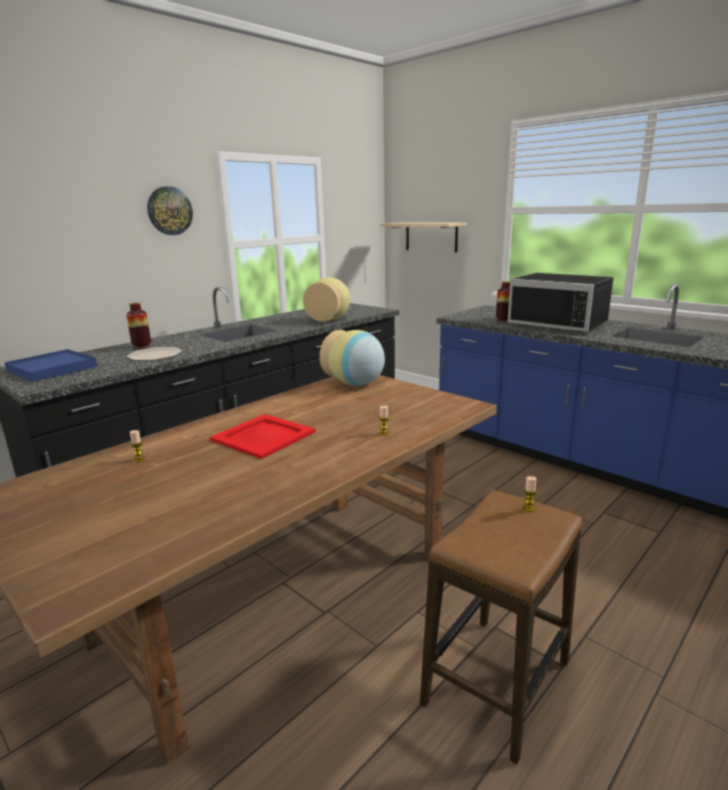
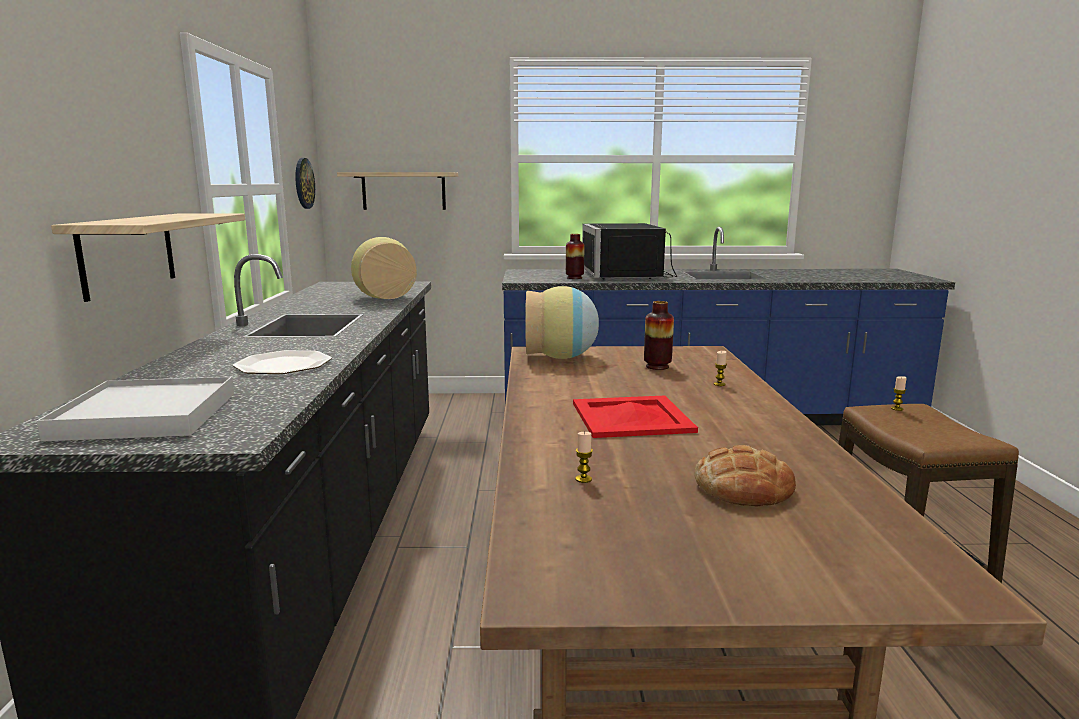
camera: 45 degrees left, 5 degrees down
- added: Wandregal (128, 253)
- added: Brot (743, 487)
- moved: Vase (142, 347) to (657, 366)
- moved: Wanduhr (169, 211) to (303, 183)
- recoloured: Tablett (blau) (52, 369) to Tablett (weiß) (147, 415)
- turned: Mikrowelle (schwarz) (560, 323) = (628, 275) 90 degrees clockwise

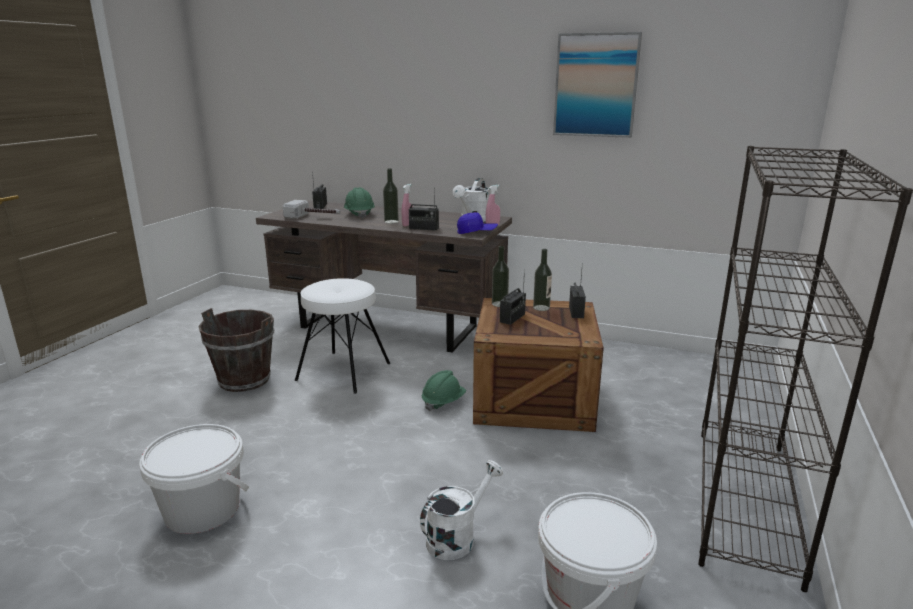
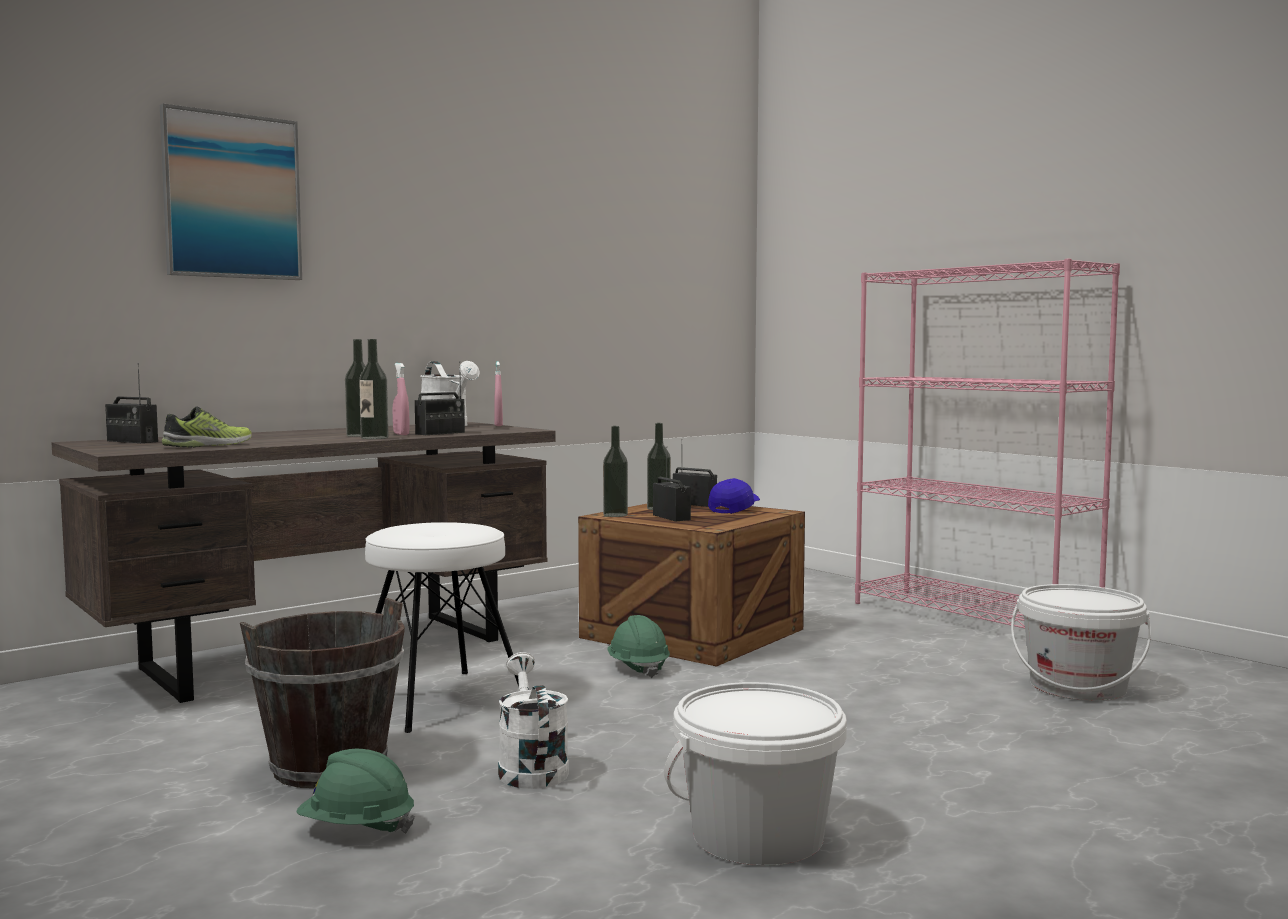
camera: 60 degrees left, 15 degrees down
- added: Flasche (374, 438)
- moved: Schutzhelm (grün) (359, 214) to (357, 828)
- moved: Gießkanne (weiß) (457, 537) to (530, 768)
- moved: Kappe (blau) (476, 232) to (734, 509)
- moved: Bild (596, 85) to (232, 196)
- replaced: Hammer (314, 217) to Schuh (209, 445)
- recoloured: Bücherregal (schwarz) (746, 501) to Bücherregal (rosa) (974, 617)

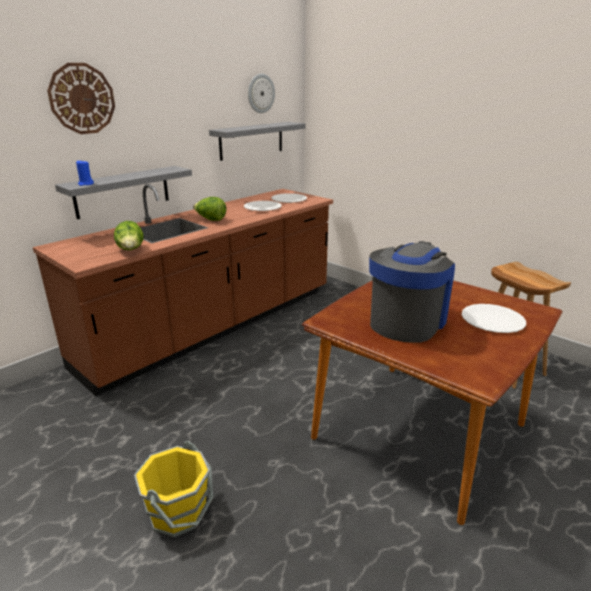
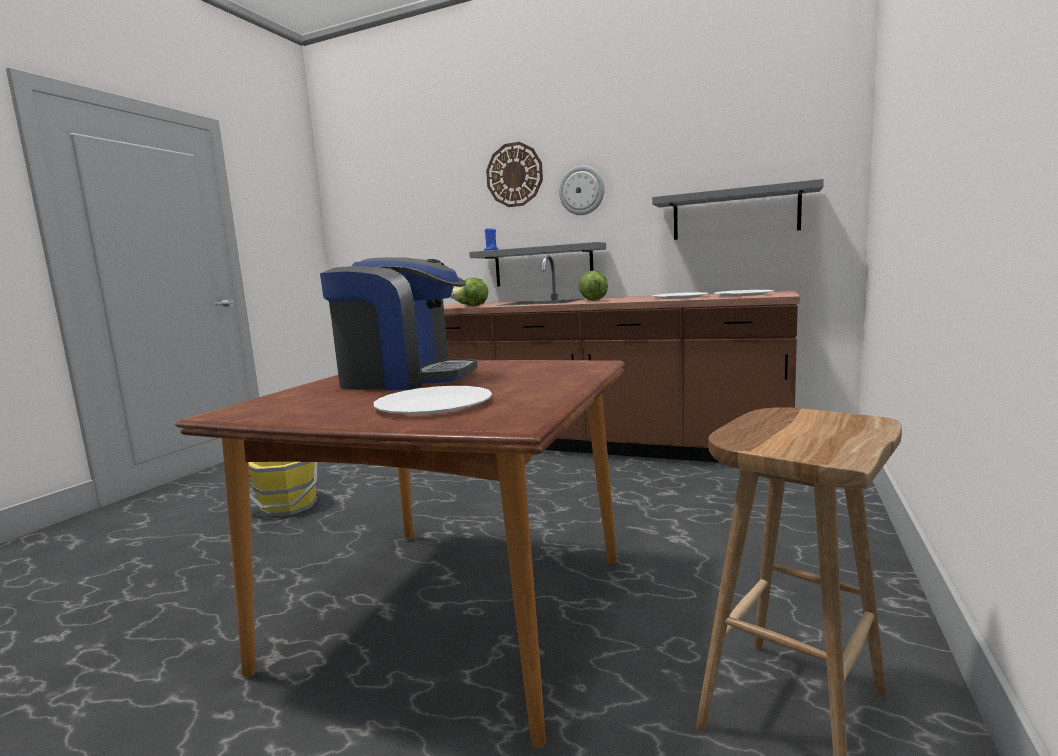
camera: 70 degrees right, 15 degrees down
- moved: Wanduhr (260, 93) to (582, 190)

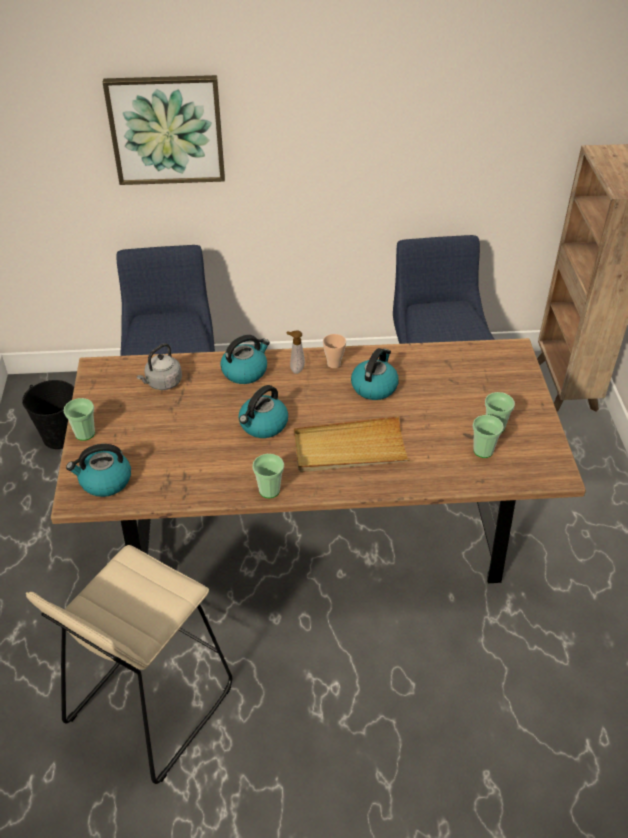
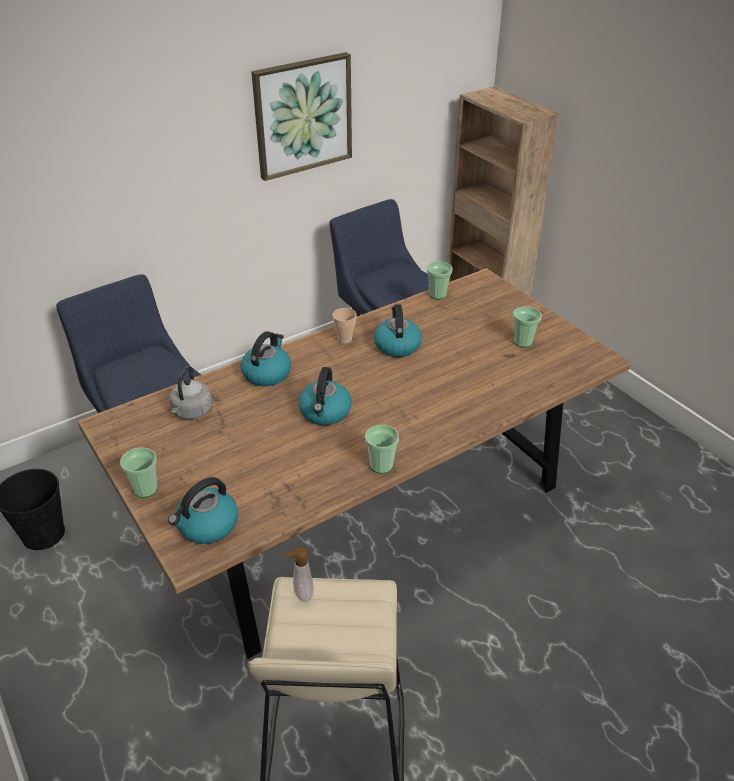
camera: 30 degrees left, 5 degrees down
- removed: Tablett (beige) (349, 449)
- moved: Bild (166, 130) to (302, 116)
- moved: Seifenspender (295, 369) to (301, 594)
- moved: Tasse (483, 450) to (437, 294)

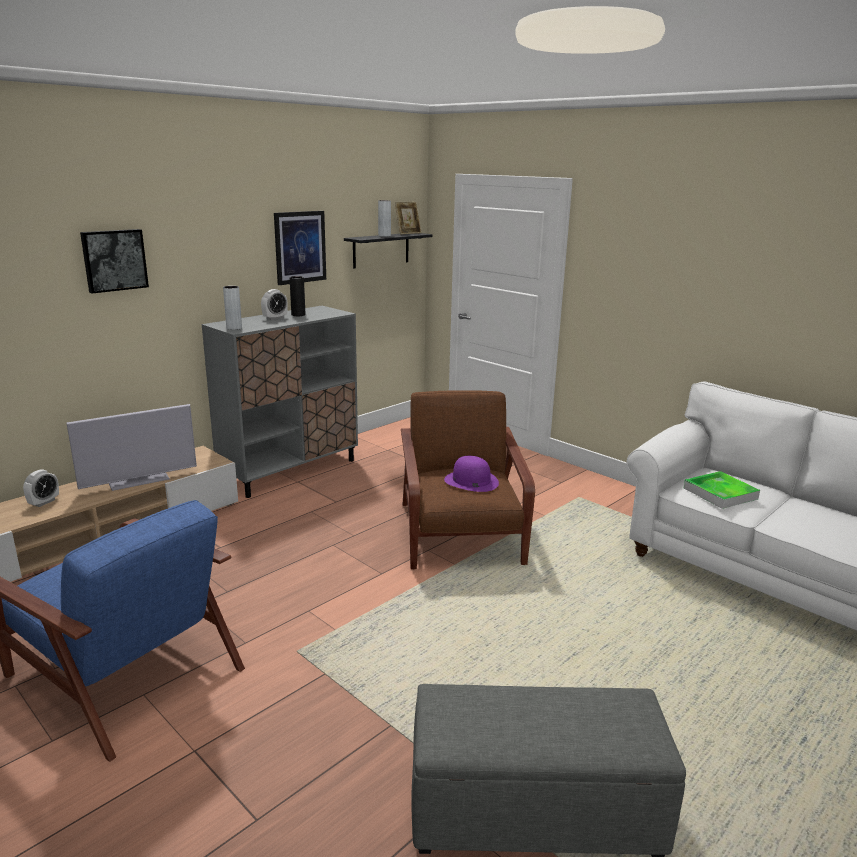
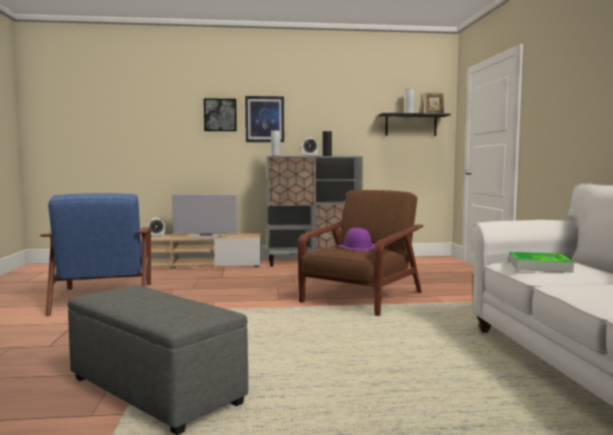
camera: 40 degrees right, 15 degrees down
- moved: Bild (300, 247) to (264, 119)

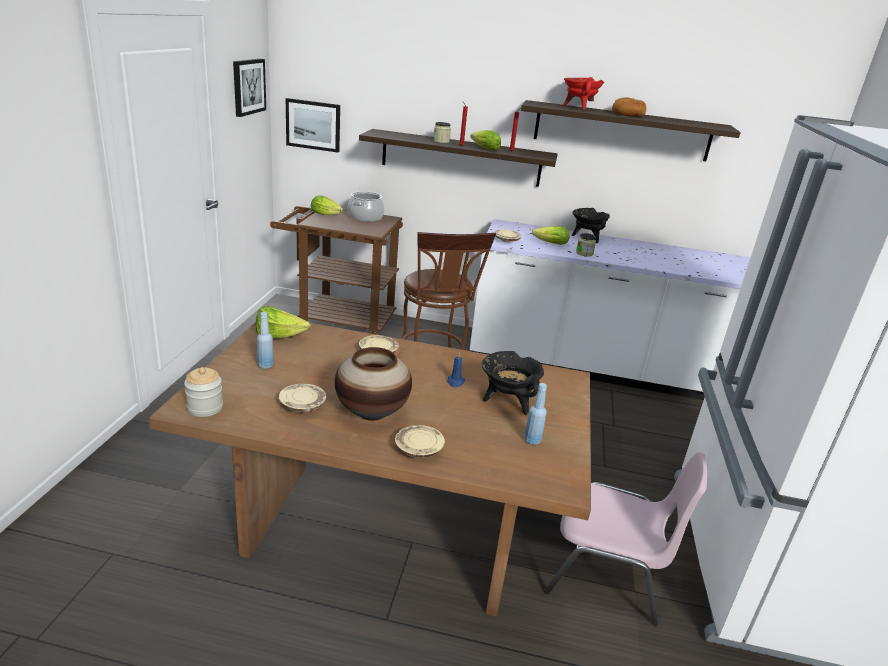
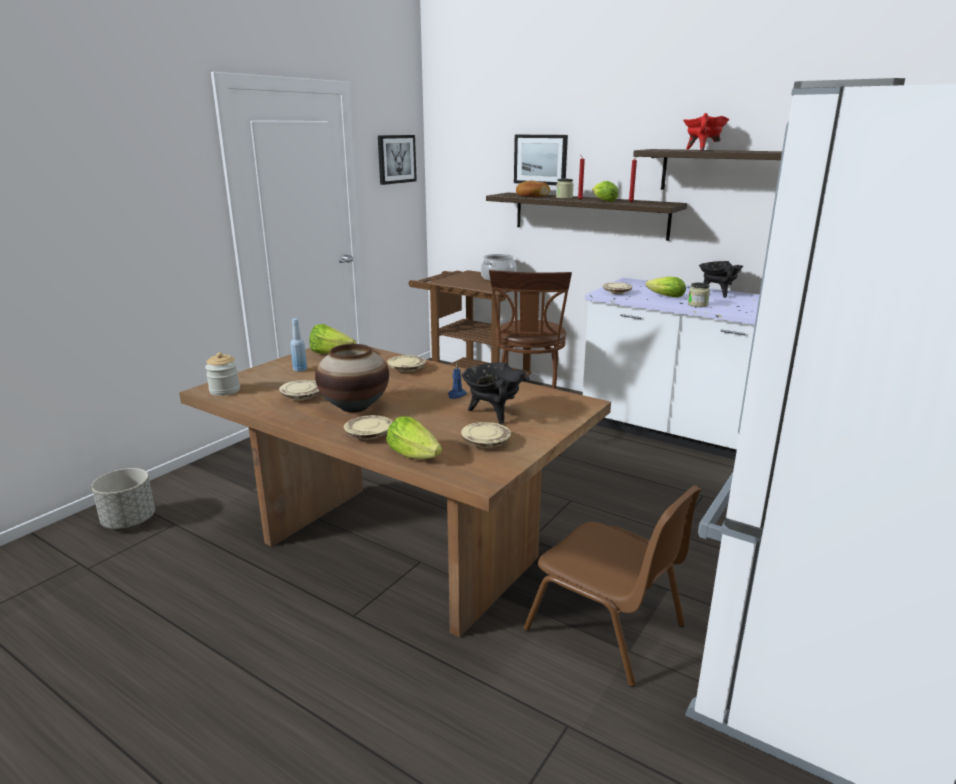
camera: 25 degrees right, 5 degrees down
- added: Pflanzkübel (grau) (129, 521)
- moved: Bild (313, 125) to (540, 159)
- moved: Salatkopf (327, 214) to (415, 455)
- moved: Brot (627, 114) to (532, 195)
- replaced: Flasche (blau) (532, 440) to Teller (beige) (486, 442)
- recoloured: Stuhl (rosa) (607, 574) to Stuhl (braun) (607, 628)

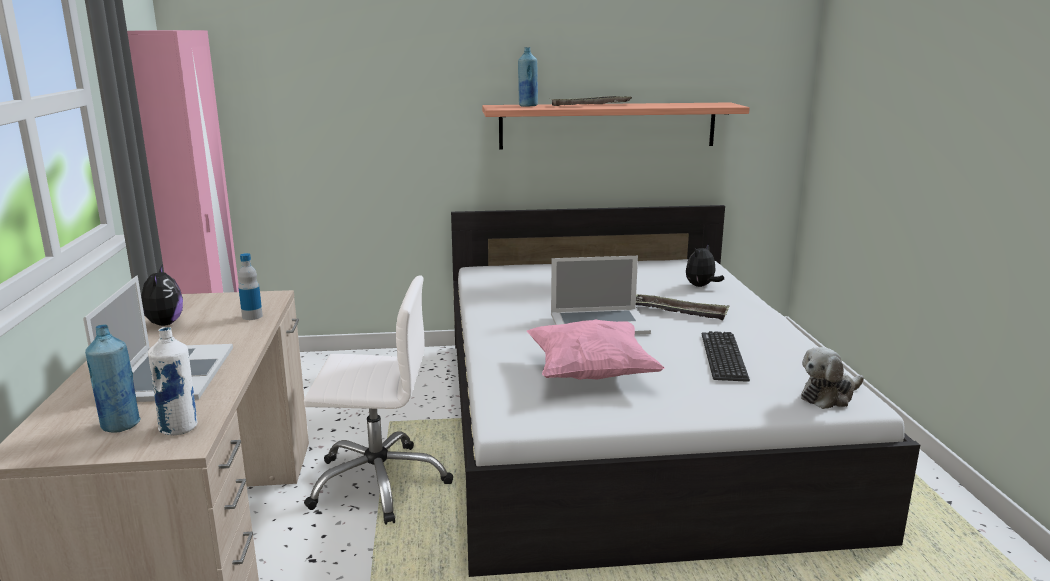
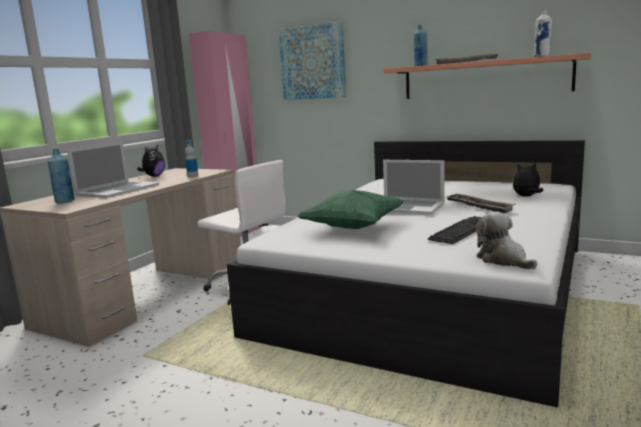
camera: 35 degrees right, 5 degrees down
- added: Bild (313, 62)
- moved: Flasche (weiß) (179, 428) to (542, 56)
- recoloured: Kissen (rosa) (590, 373) to Kissen (grün) (353, 227)
- turned: Plüschtier (829, 396) = (503, 260) 60 degrees clockwise

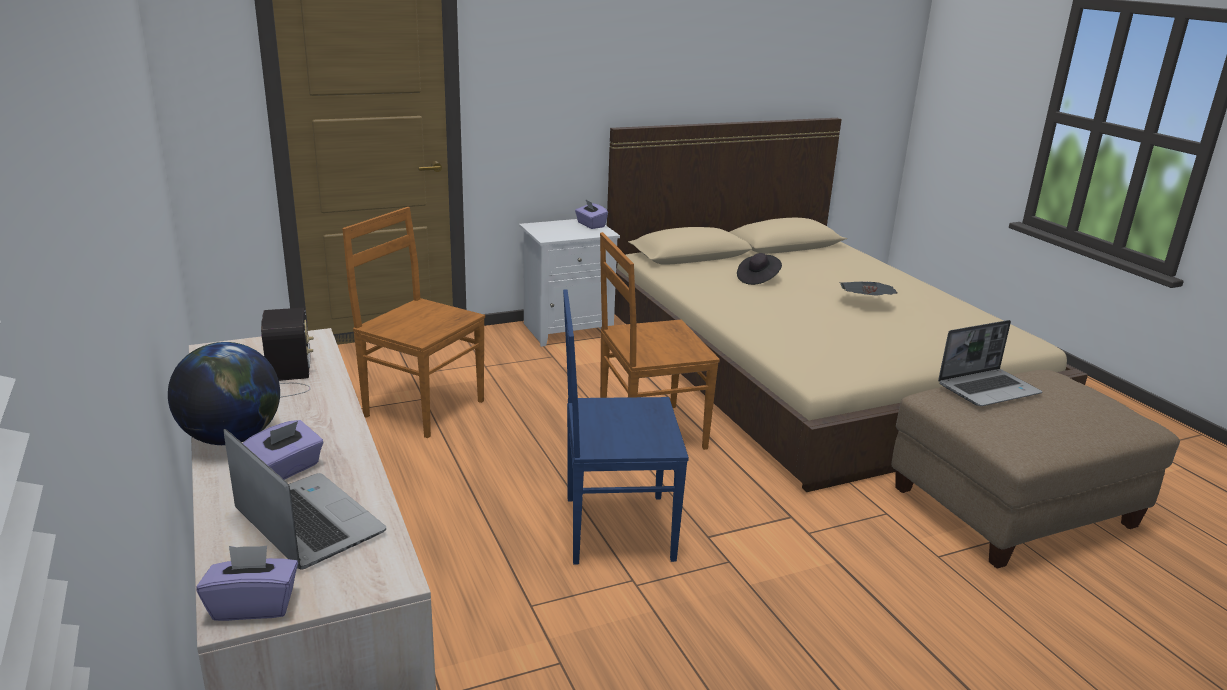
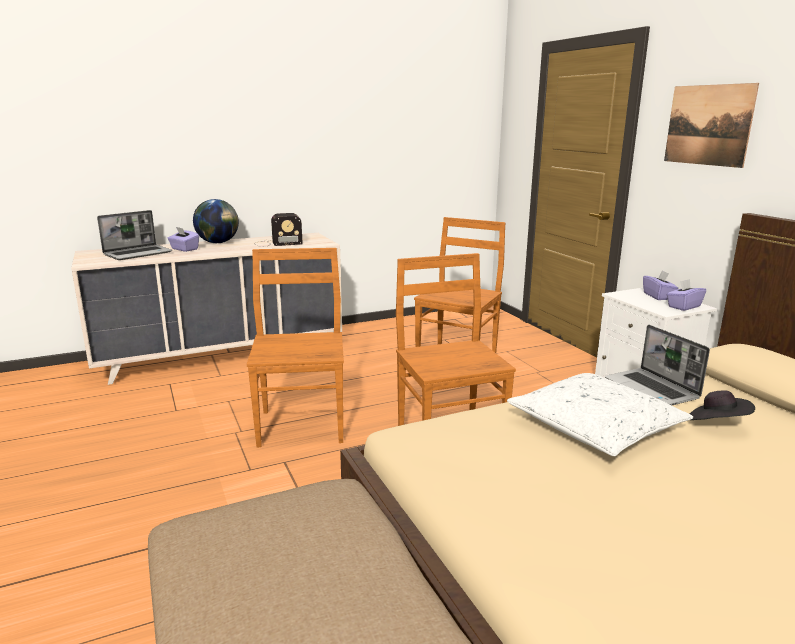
camera: 90 degrees right, 5 degrees down
- removed: Zeitung (865, 303)
- added: Kissen (weiß) (595, 427)
- added: Bild (708, 125)
- moved: Taschentuchbox (lila) (254, 605) to (658, 296)
- moved: Laptop (988, 389) to (652, 389)
- recoloured: Stuhl (blau) (614, 528) to Stuhl (braun) (302, 425)

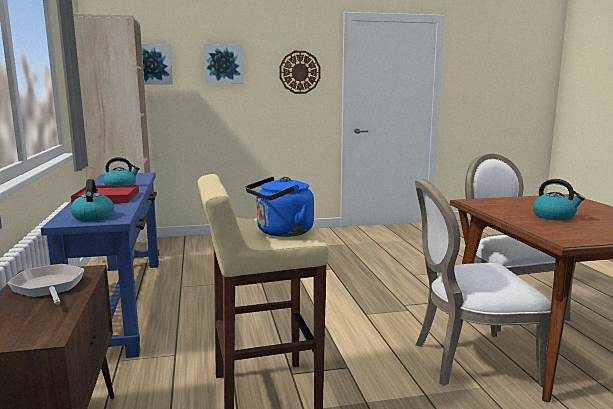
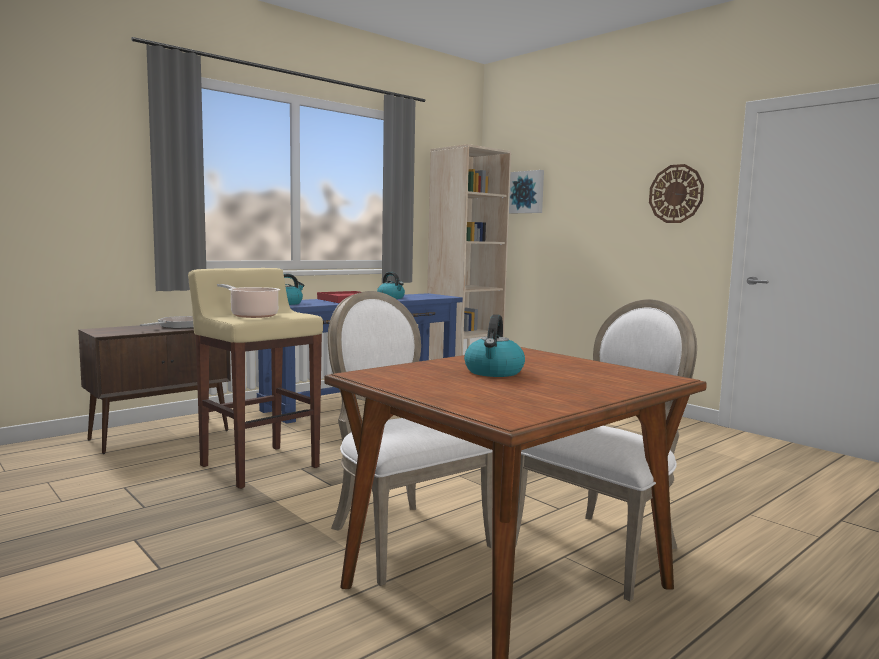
camera: 60 degrees right, 5 degrees down
- removed: Bild (223, 64)
- replaced: Wasserkessel (blau) (282, 232) to Kochtopf (252, 315)

